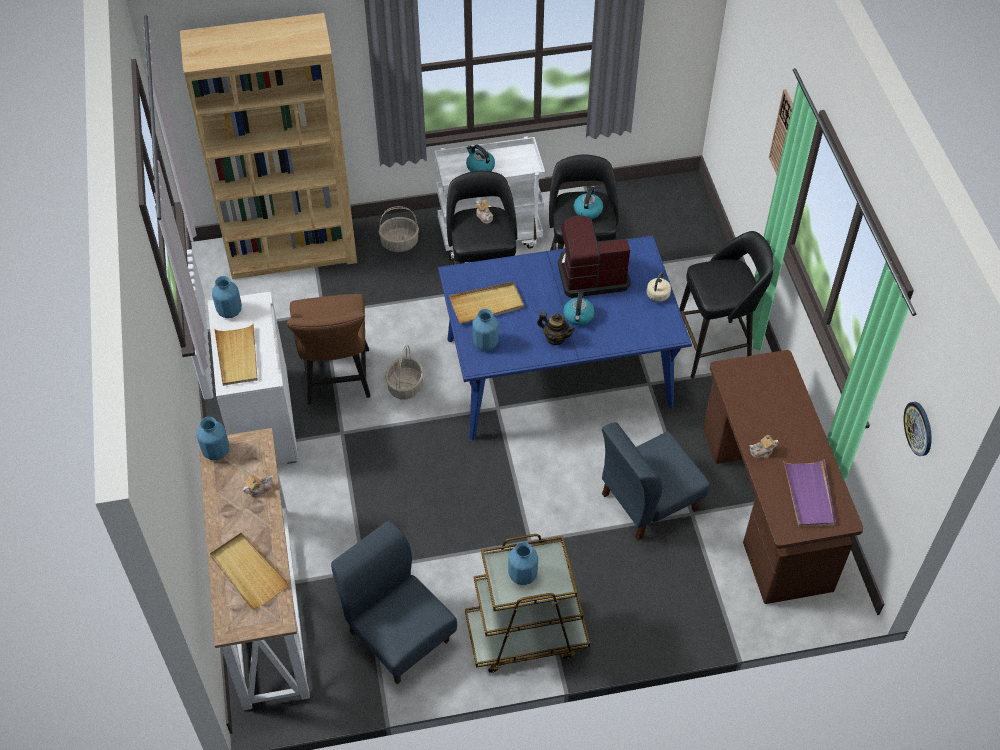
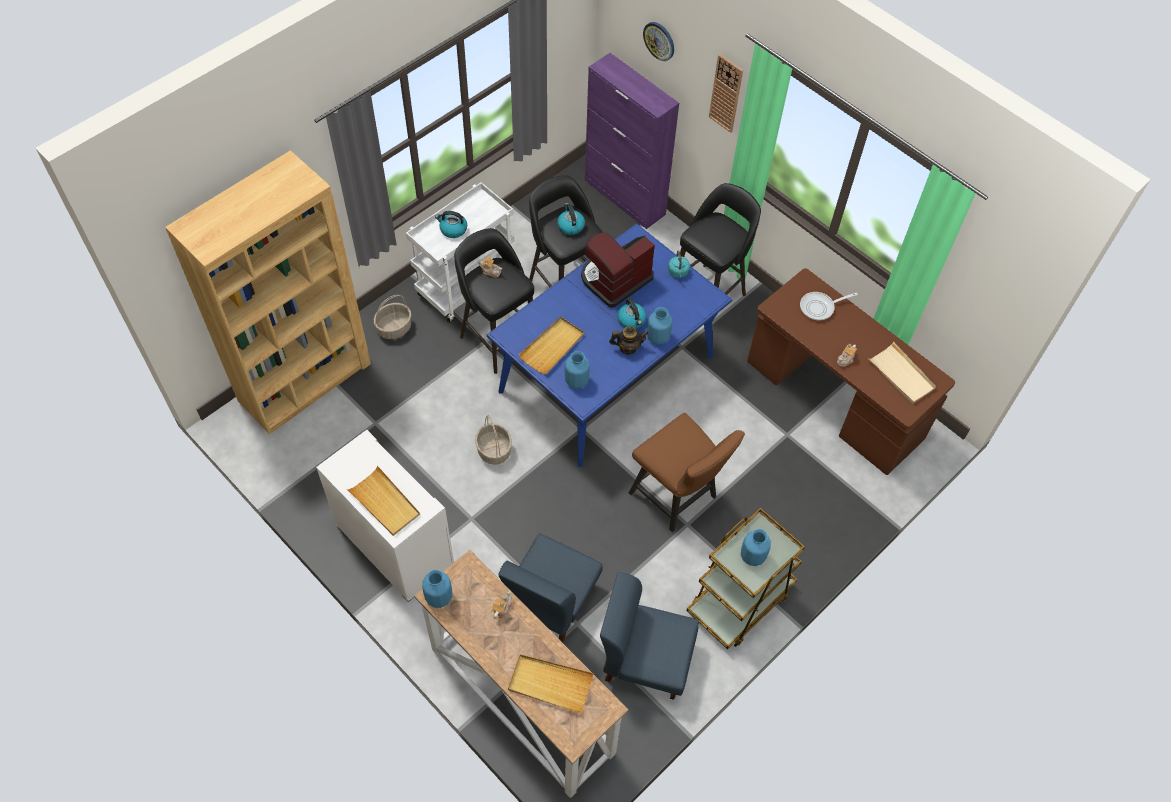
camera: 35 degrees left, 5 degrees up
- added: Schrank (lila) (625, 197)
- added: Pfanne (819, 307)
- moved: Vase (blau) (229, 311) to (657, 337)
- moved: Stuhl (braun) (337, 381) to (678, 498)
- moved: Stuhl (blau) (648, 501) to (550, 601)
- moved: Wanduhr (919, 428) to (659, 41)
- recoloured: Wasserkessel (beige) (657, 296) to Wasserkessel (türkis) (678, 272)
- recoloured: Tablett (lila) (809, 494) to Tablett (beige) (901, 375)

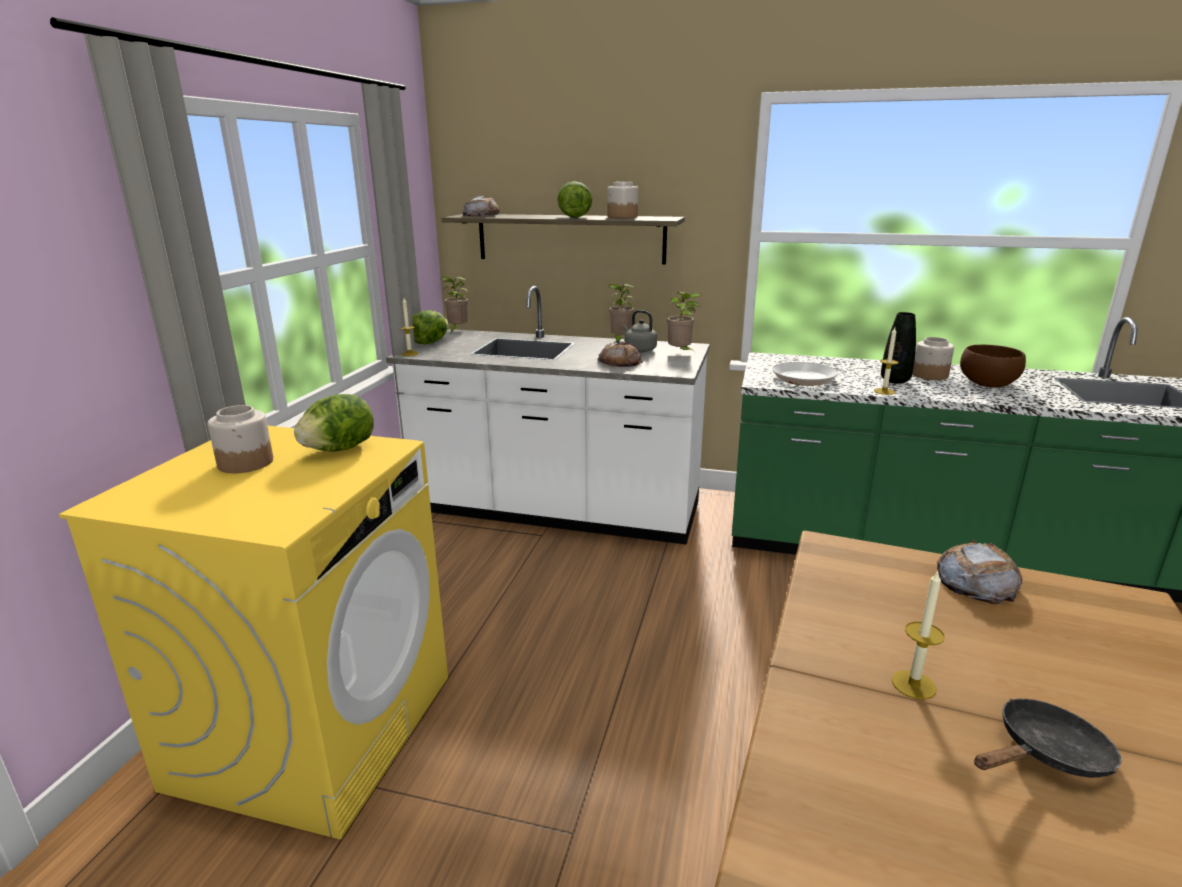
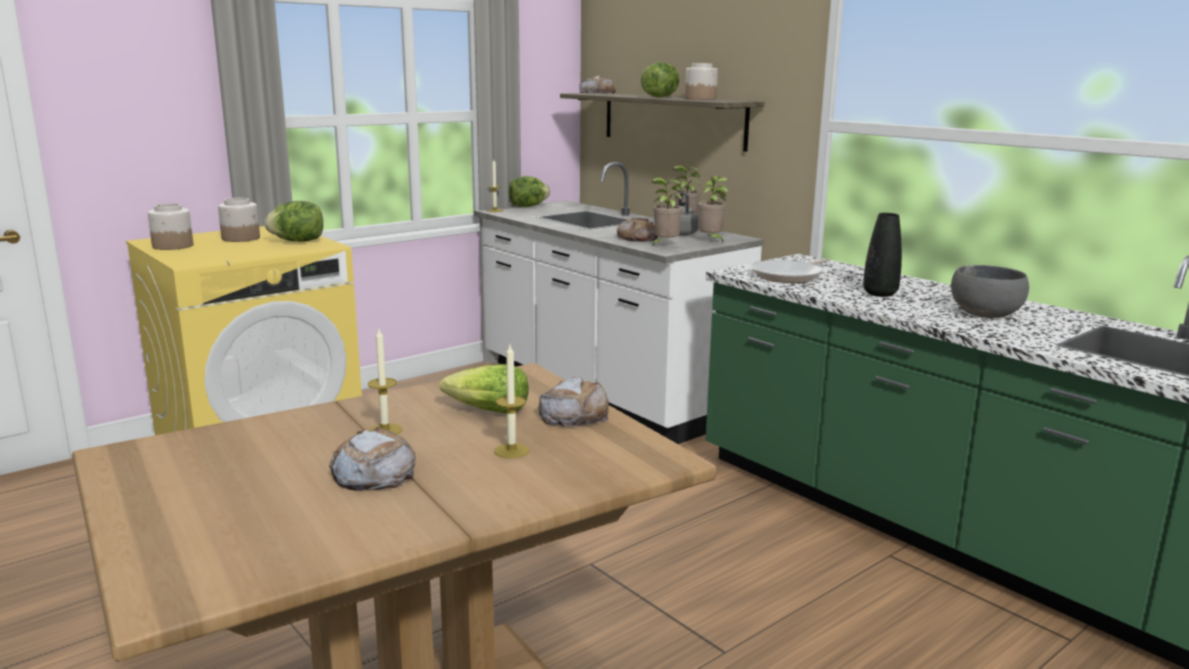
camera: 35 degrees right, 5 degrees down
- added: Salatkopf (488, 411)
- moved: Topfpflanze (457, 330) to (664, 245)
- moved: Kerze (884, 391) to (511, 451)
- moved: Vorratsglas (929, 375) to (172, 246)
- replaced: Pfanne (schwarz) (1046, 754) to Brot (373, 472)
- recoloured: Schüssel (braun) (987, 383) to Schüssel (grau) (985, 313)

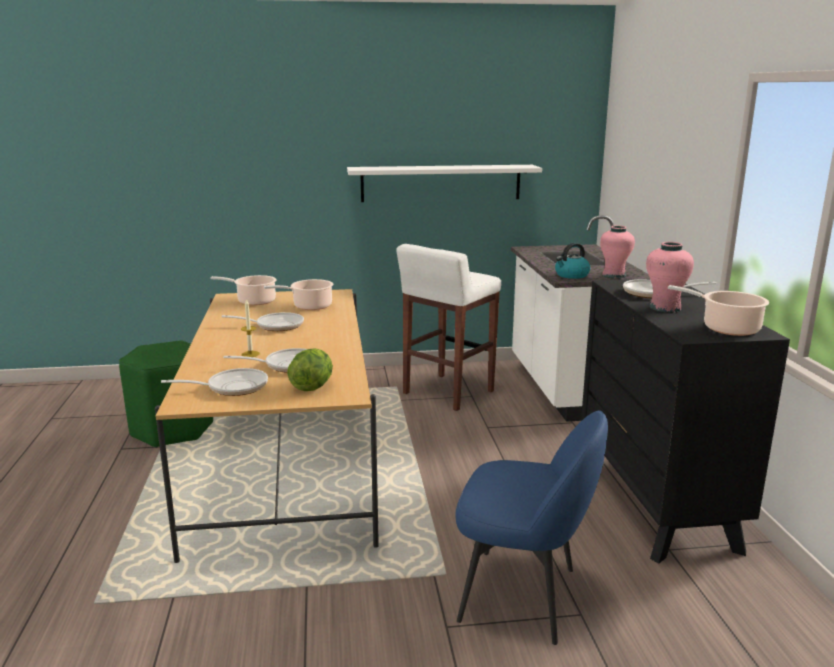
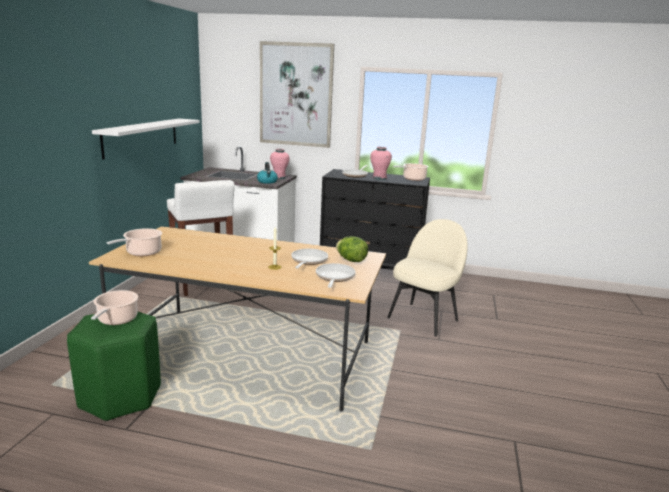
camera: 70 degrees left, 0 degrees up
- removed: Pfanne (275, 326)
- added: Bild (296, 95)
- moved: Kochtopf (309, 306) to (116, 320)
- recoloured: Stuhl (blau) (522, 595) to Stuhl (beige) (424, 318)

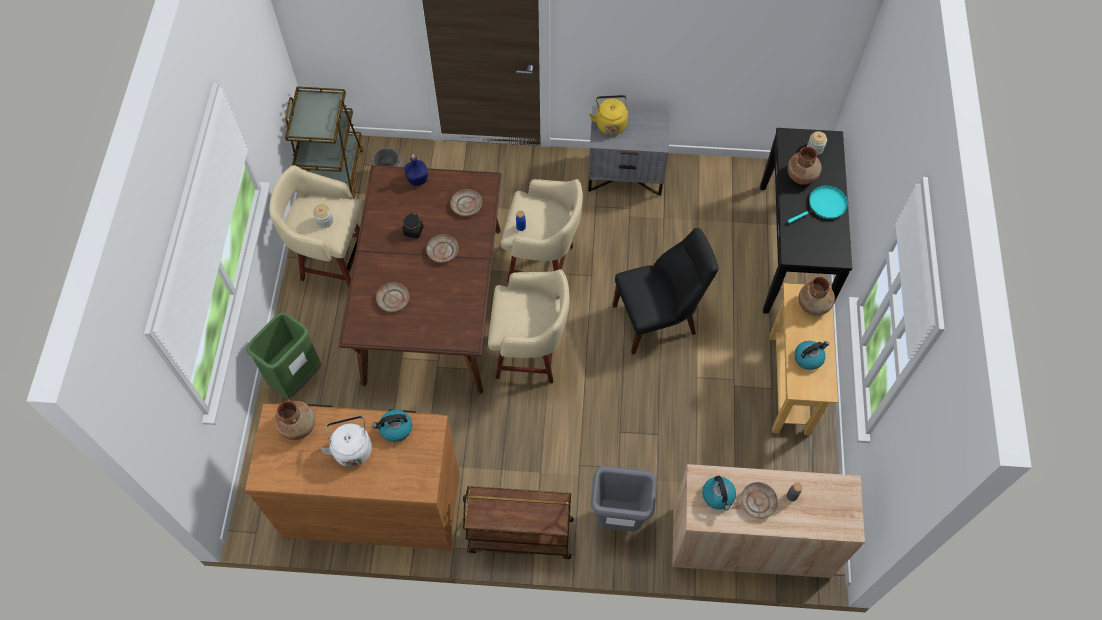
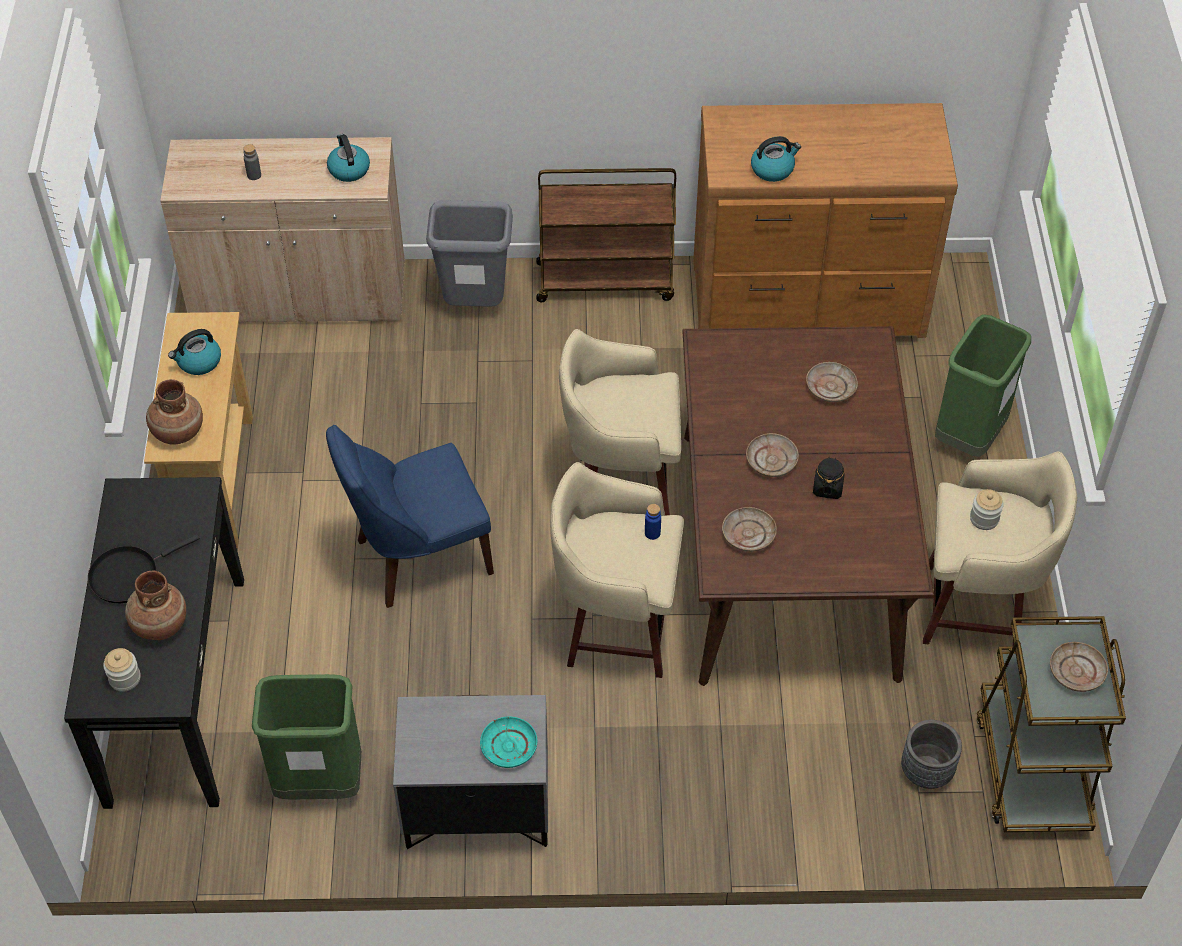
camera: 175 degrees right, 10 degrees down
- removed: Vase (braun) (298, 426)
- removed: Wasserkessel (weiß) (352, 448)
- removed: Flasche (blau) (418, 179)
- added: Mülleimer (grün) (319, 782)
- moved: Teller (beige) (758, 502) to (1076, 672)
- replaced: Wasserkessel (gelb) (610, 123) to Teller (türkis) (509, 747)
- recoloured: Stuhl (schwarz) (658, 319) to Stuhl (blau) (418, 557)
- recoloured: Pfanne (türkis) (825, 205) to Pfanne (schwarz) (128, 575)

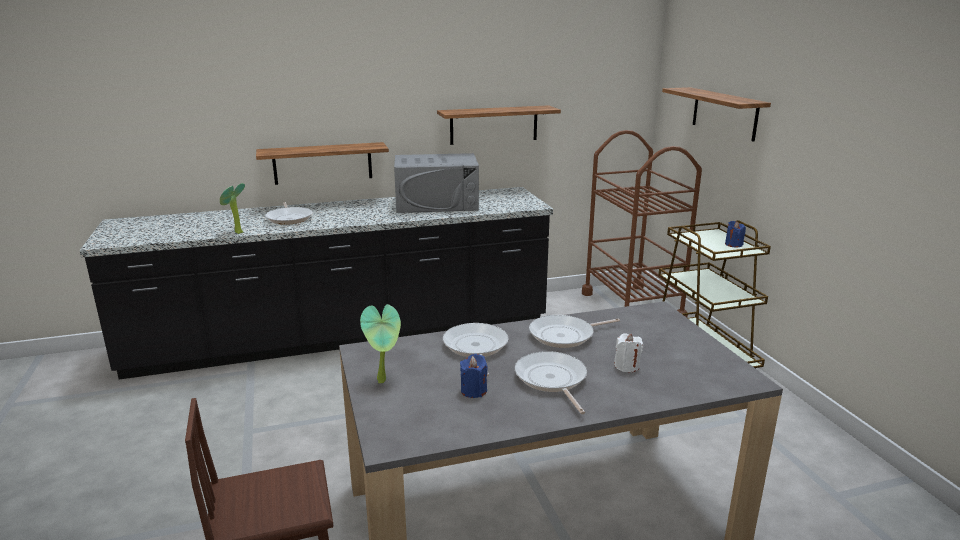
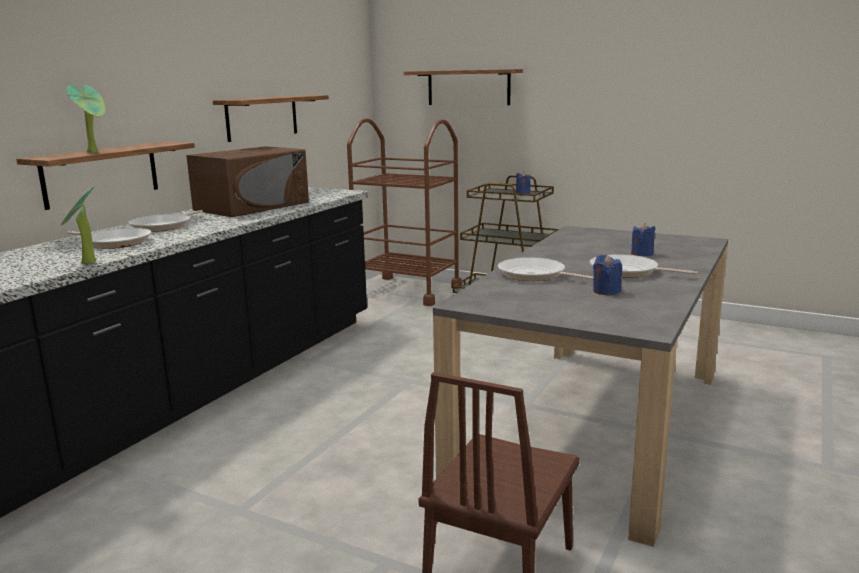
camera: 45 degrees left, 5 degrees down
- moved: Topfpflanze (384, 380) to (95, 152)
- moved: Pfanne (565, 335) to (164, 226)
- recoloured: Mikrowelle (grau) (437, 204) to Mikrowelle (braun) (252, 206)
- recoloured: Kerze (weiß) (626, 366) to Kerze (blau) (642, 254)

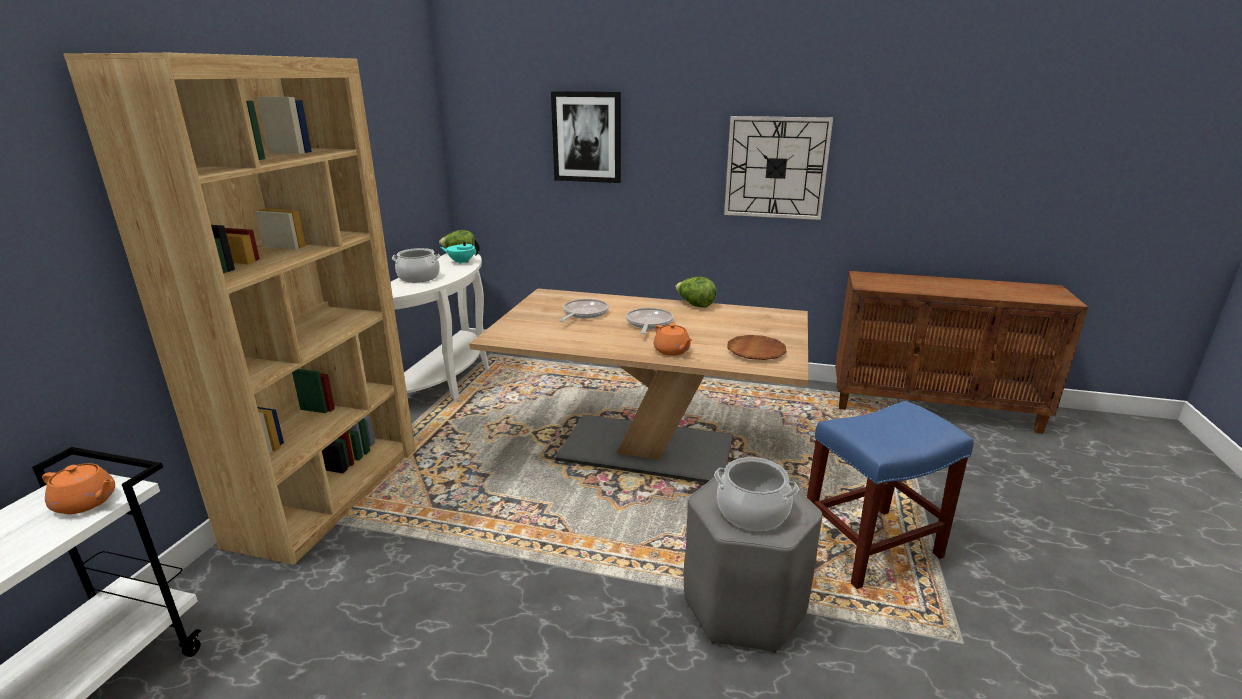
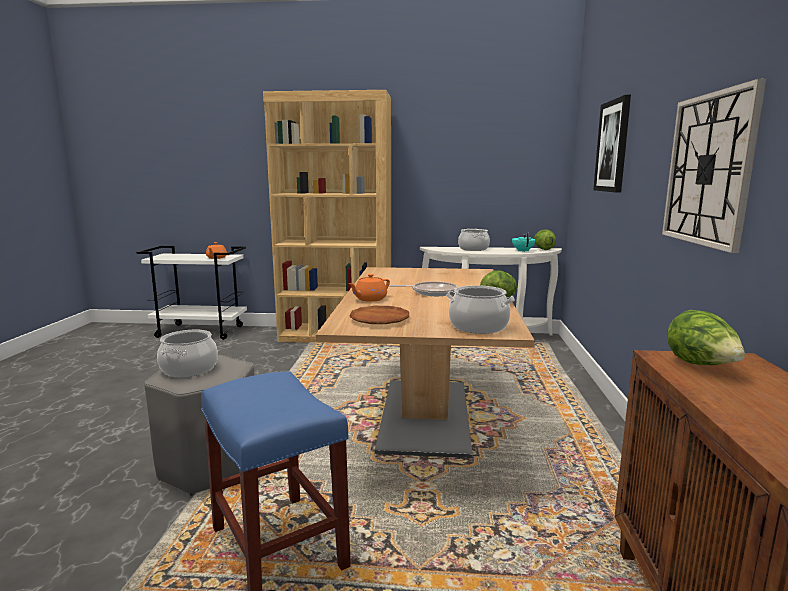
camera: 80 degrees right, 10 degrees down
- removed: Pfanne (584, 313)
- added: Kochtopf (478, 327)
- added: Salatkopf (701, 366)

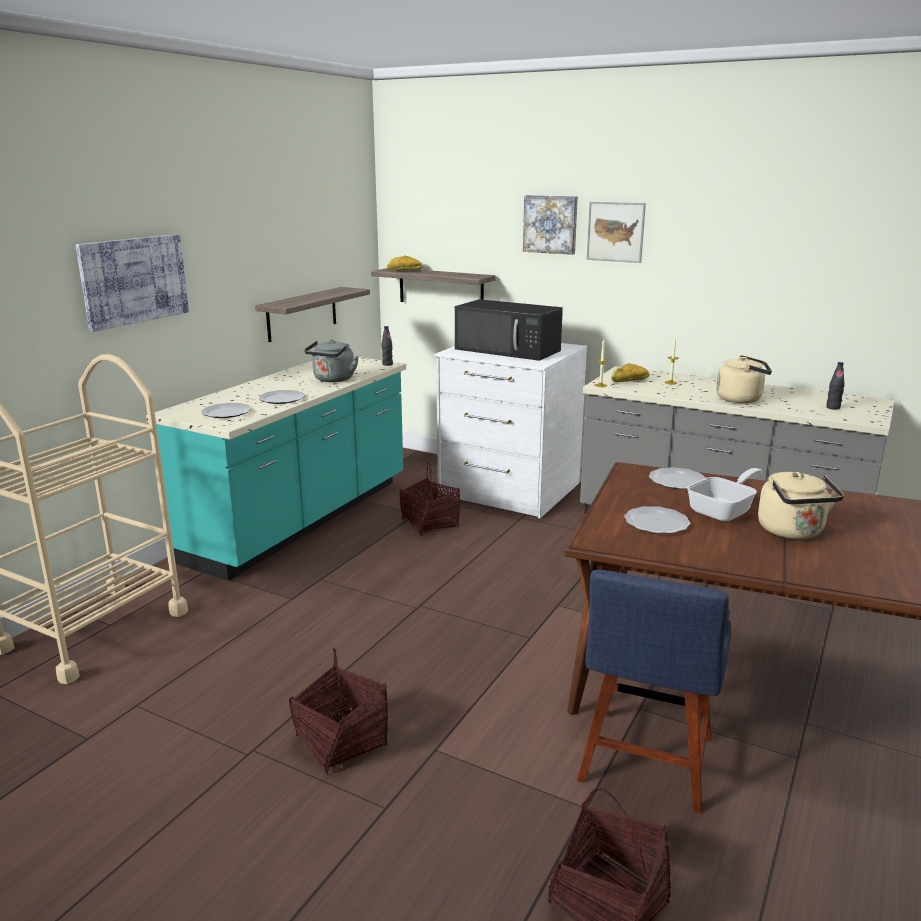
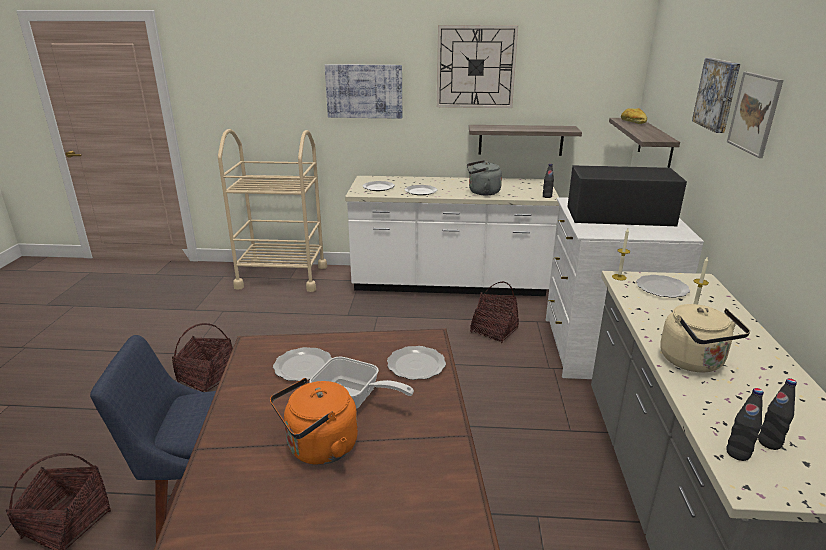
camera: 65 degrees right, 5 degrees up
- added: Wanduhr (475, 67)
- added: Flasche (schwarz) (738, 453)
- replaced: Brot (630, 380) to Teller (662, 288)
- recoloured: Küchenzeile (türkis) (300, 520) to Küchenzeile (weiß) (449, 284)
- recoloured: Wasserkessel (beige) (793, 532) to Wasserkessel (orange) (318, 448)
- turned: Mikrowelle (schwarz) (509, 350) = (618, 216) 90 degrees clockwise

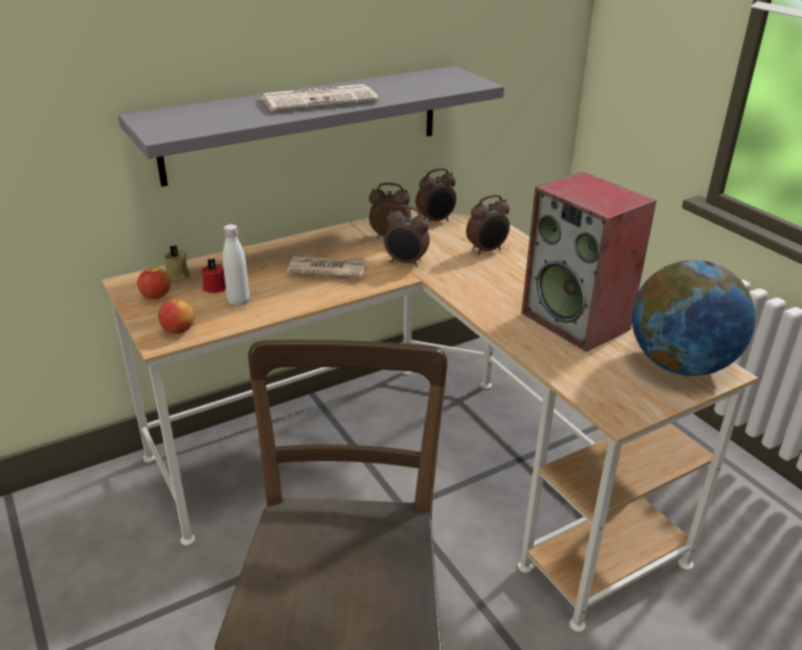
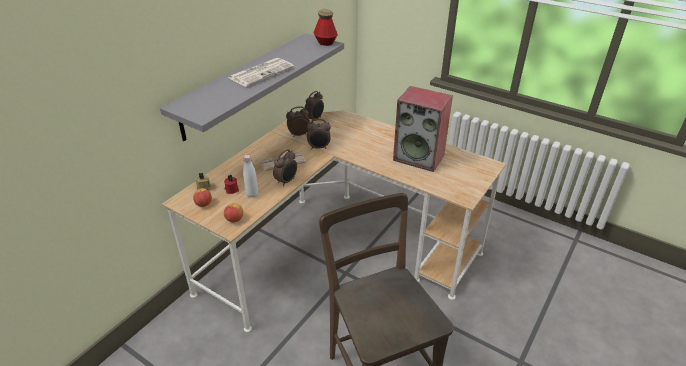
camera: 25 degrees left, 5 degrees up
- removed: Globus (680, 365)
- added: Flasche (325, 42)
- moved: Wecker (487, 250) to (286, 181)

